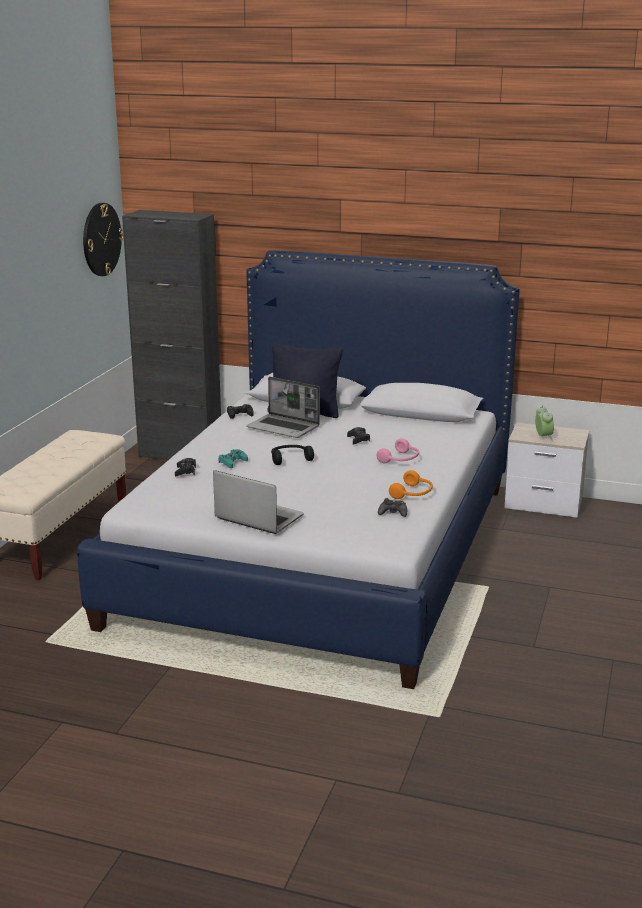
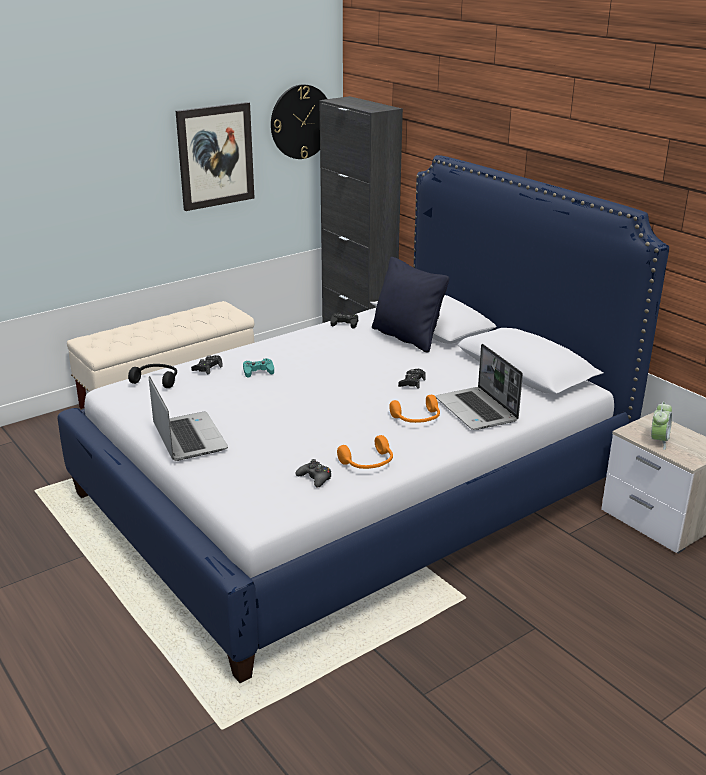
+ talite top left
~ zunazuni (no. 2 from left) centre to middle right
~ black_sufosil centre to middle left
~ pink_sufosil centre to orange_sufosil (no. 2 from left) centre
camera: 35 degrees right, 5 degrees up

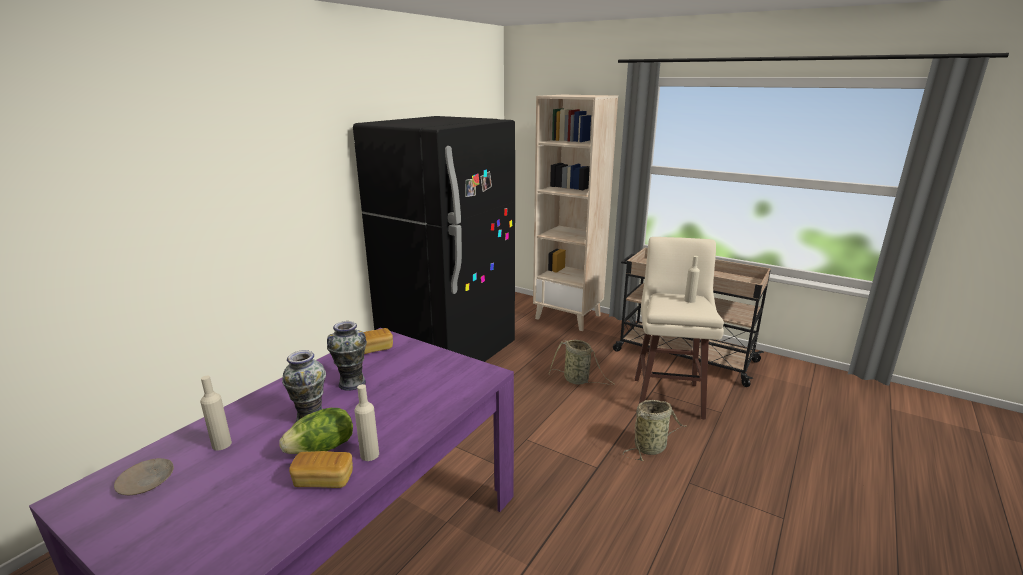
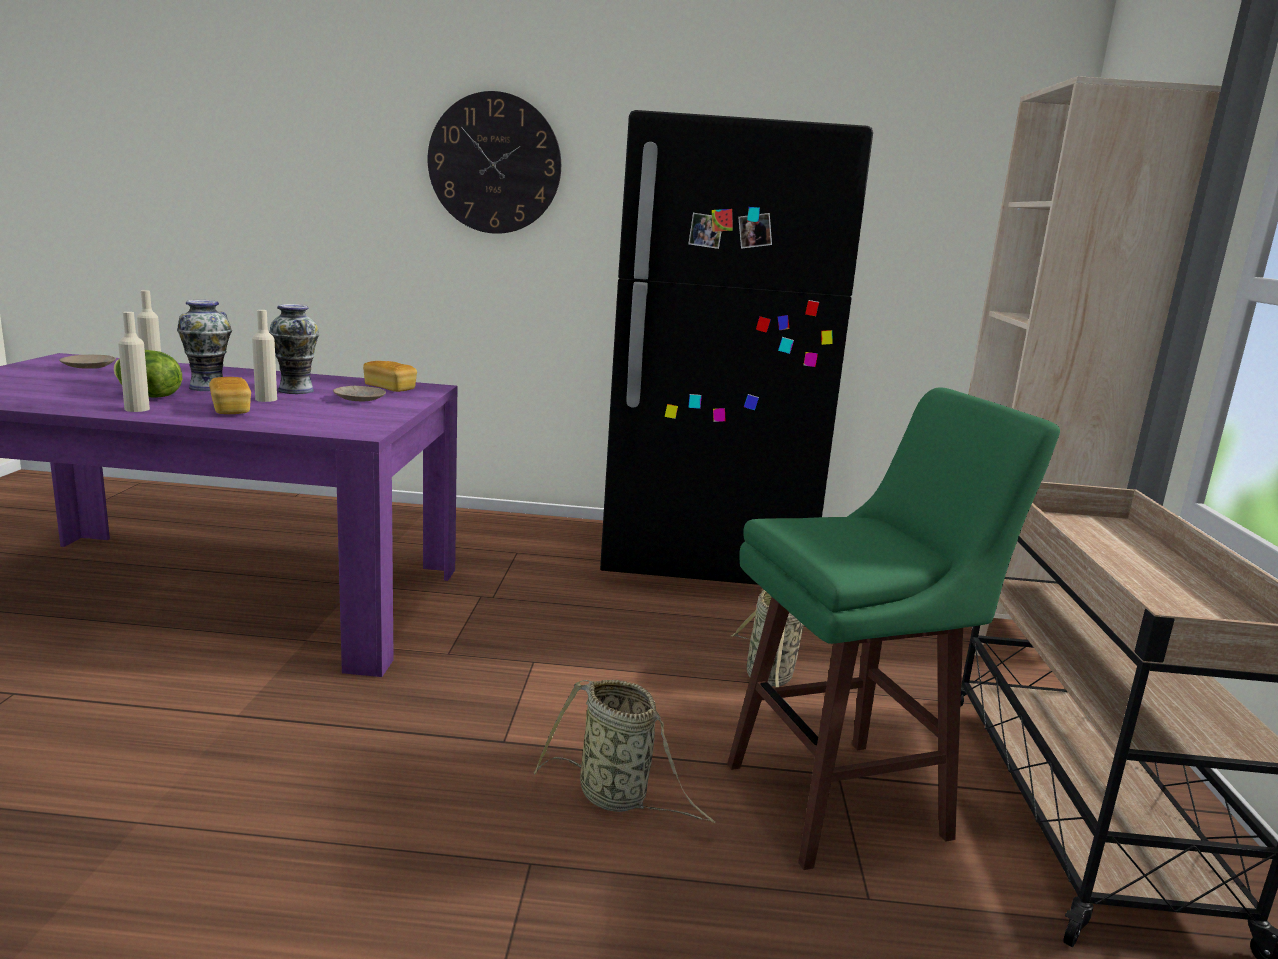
+ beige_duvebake (no. 2 from left) middle left
+ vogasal top centre
~ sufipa (no. 1 from left) bottom left to middle left
~ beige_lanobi (no. 3 from left) middle right to middle left
~ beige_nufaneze centre to green_nufaneze middle right
camera: 60 degrees right, 5 degrees down

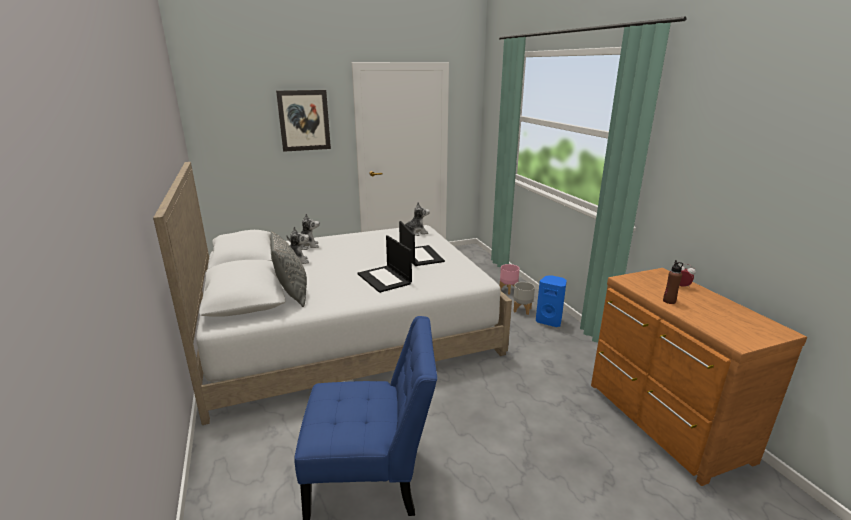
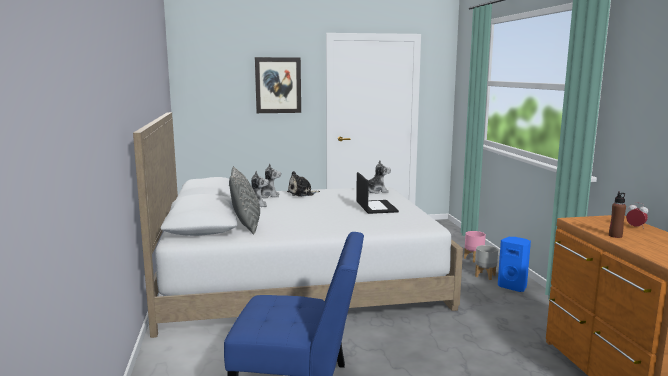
- zunazuni (no. 1 from left) centre
+ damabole (no. 3 from left) centre
camera: 10 degrees right, 10 degrees down

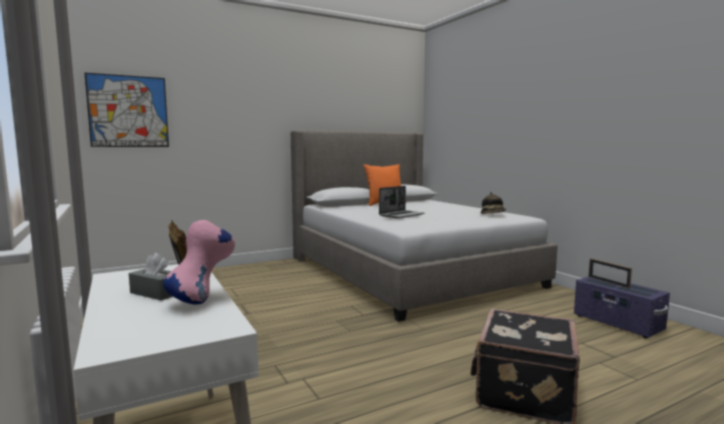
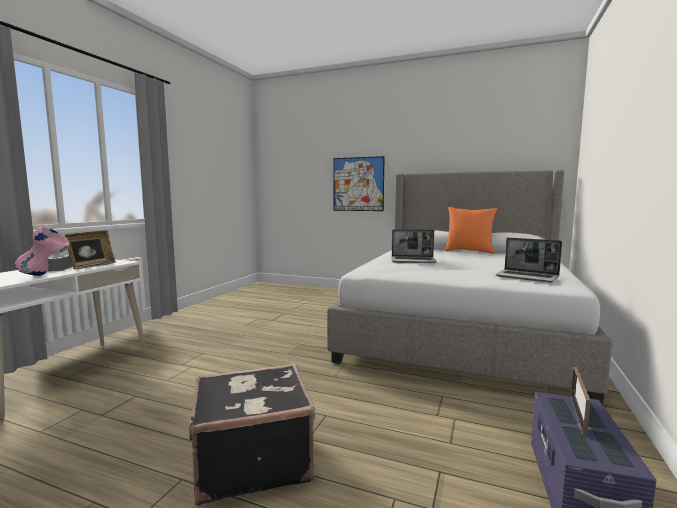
~ talite top left to centre
~ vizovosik middle right to zunazuni (no. 2 from left) middle right
camera: 50 degrees right, 0 degrees up

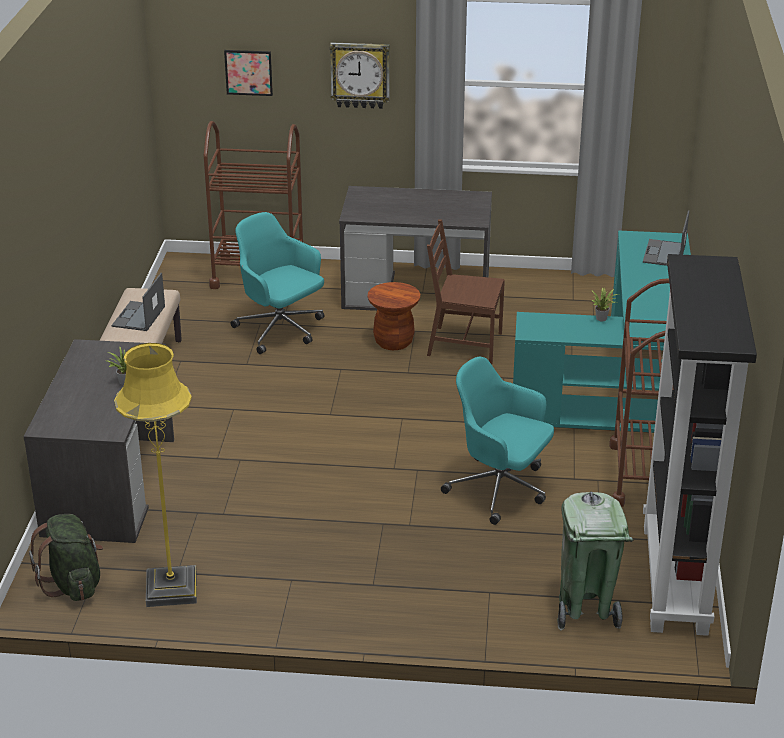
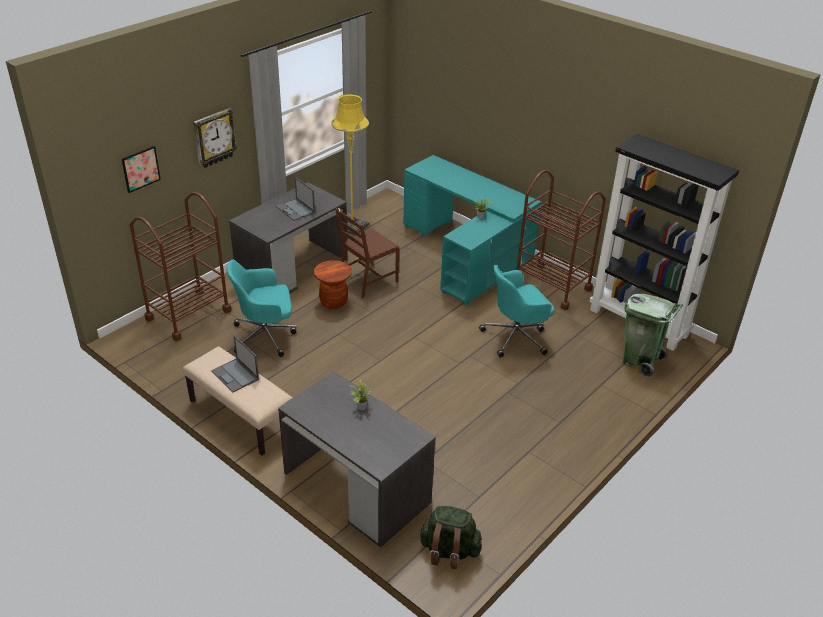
~ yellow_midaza middle left to top centre
~ zunazuni (no. 2 from left) top right to top centre
camera: 55 degrees left, 5 degrees up

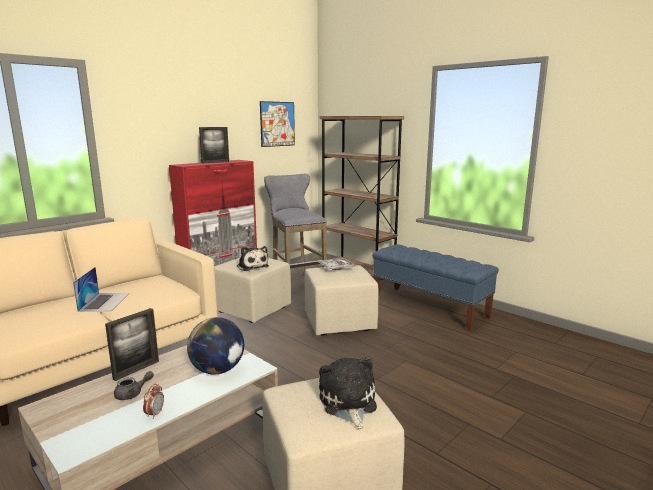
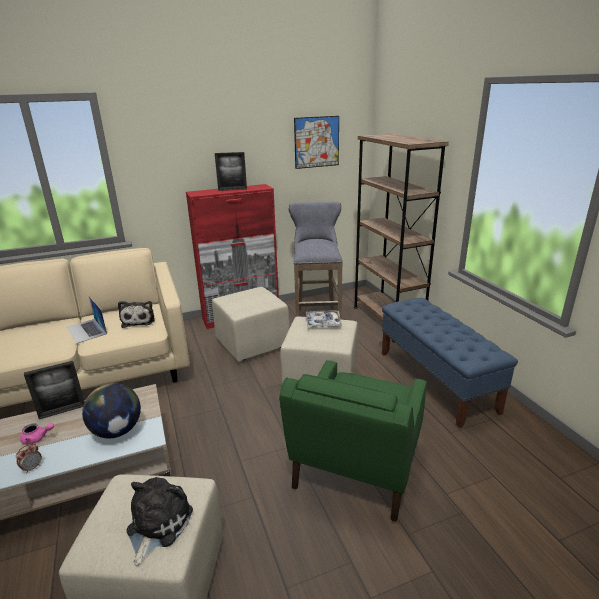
+ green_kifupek bottom centre
~ damabole (no. 1 from left) centre to middle left
~ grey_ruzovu bottom left to pink_ruzovu bottom left
~ zunazuni middle left = middle left 120 degrees clockwise
camera: 25 degrees right, 10 degrees up

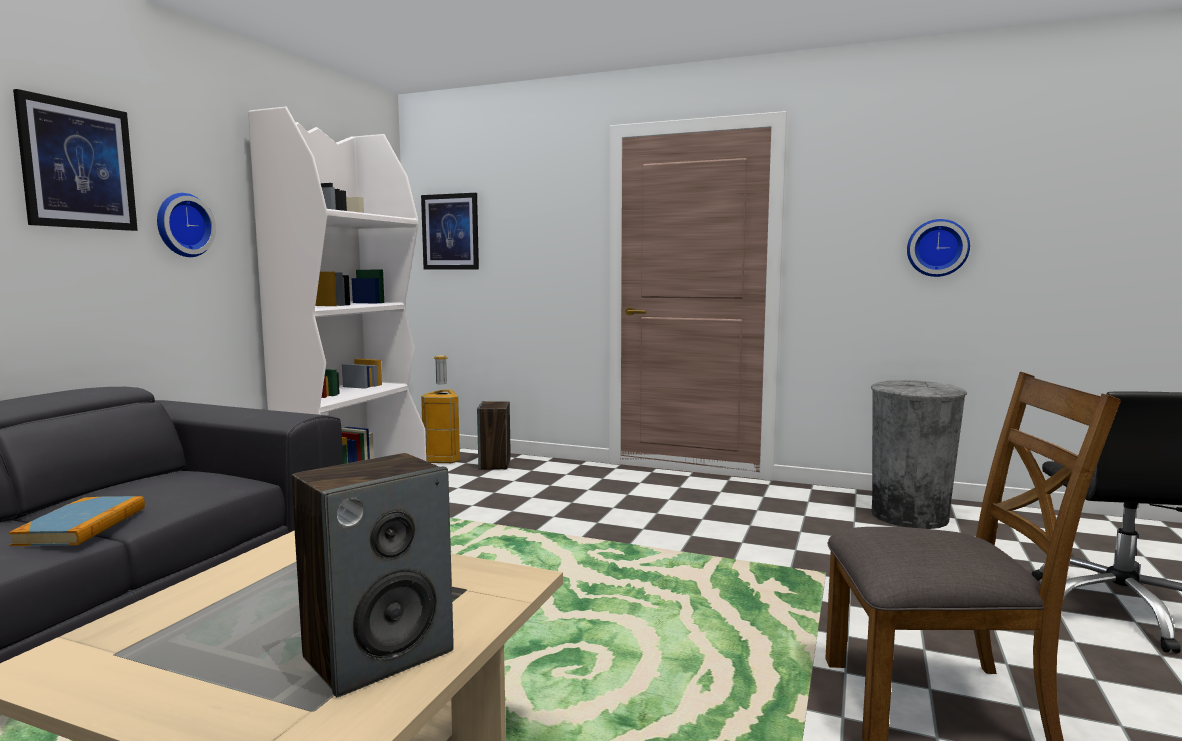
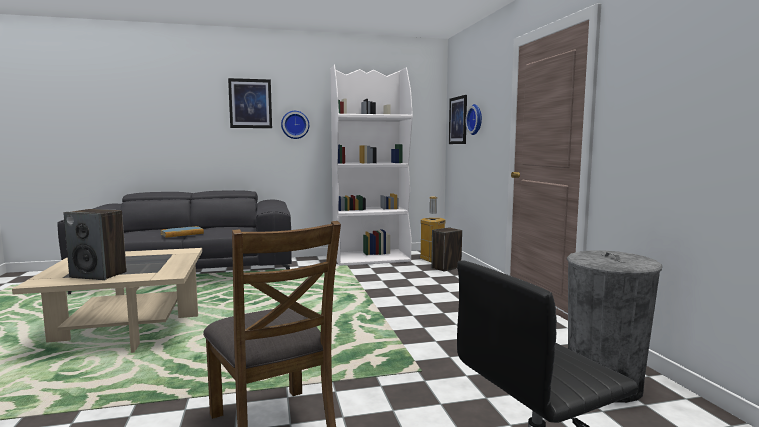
~ vogasal (no. 2 from left) middle right to top centre
camera: 55 degrees right, 0 degrees up

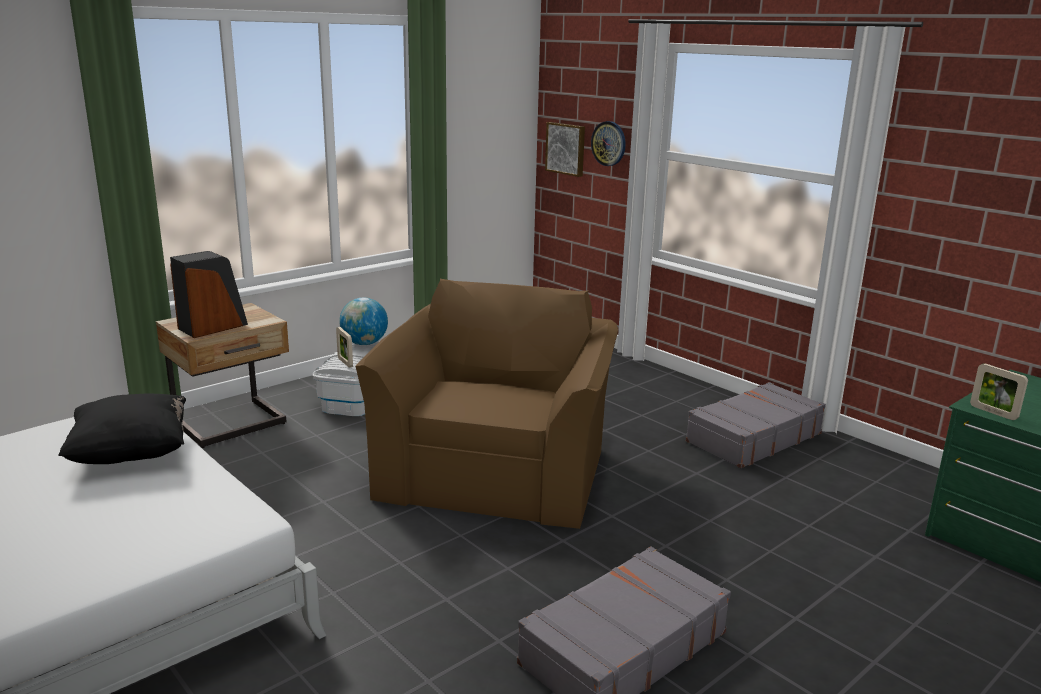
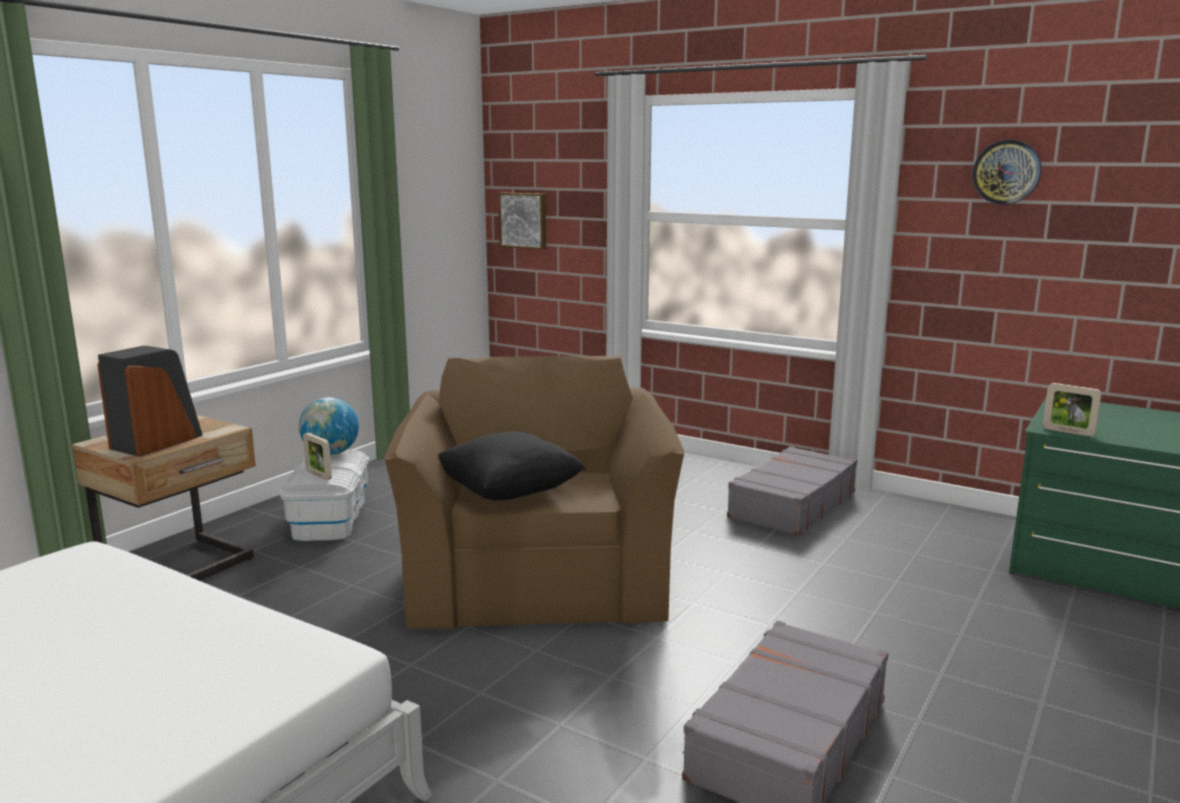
~ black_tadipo middle left to centre
~ vogasal top centre to top right
camera: 15 degrees left, 5 degrees down

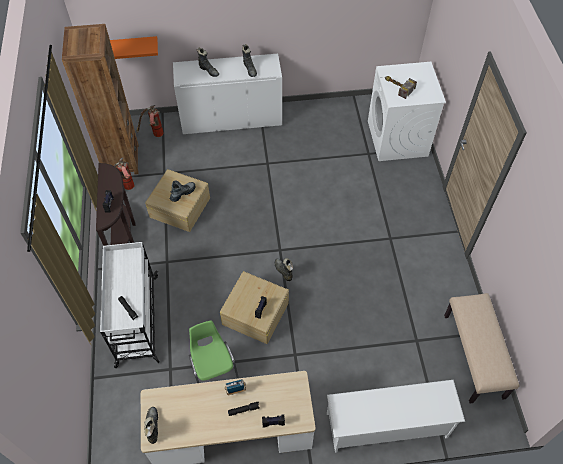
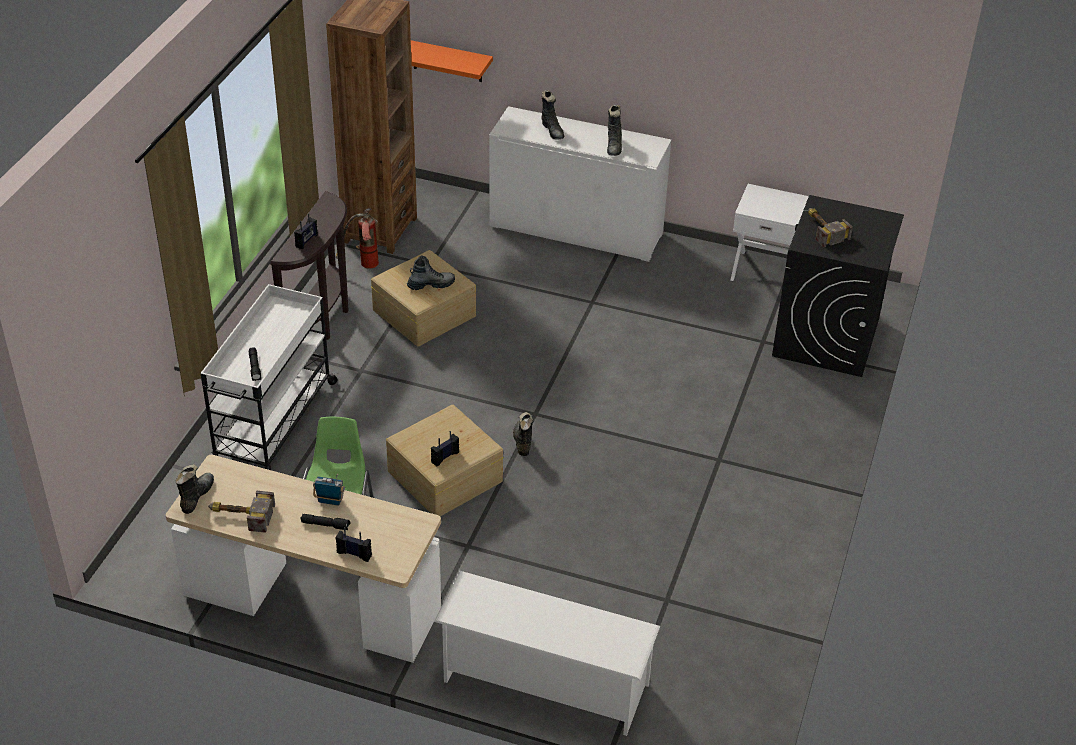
- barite (no. 2 from left) top left
- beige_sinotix bottom right
+ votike (no. 1 from left) bottom left
+ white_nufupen top right
~ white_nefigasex top right to black_nefigasex middle right
camera: 25 degrees right, 15 degrees down

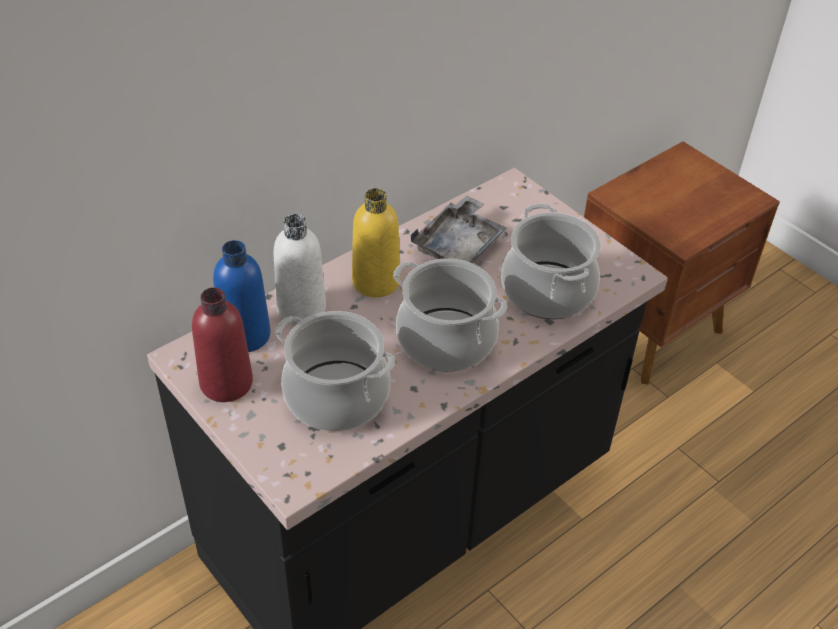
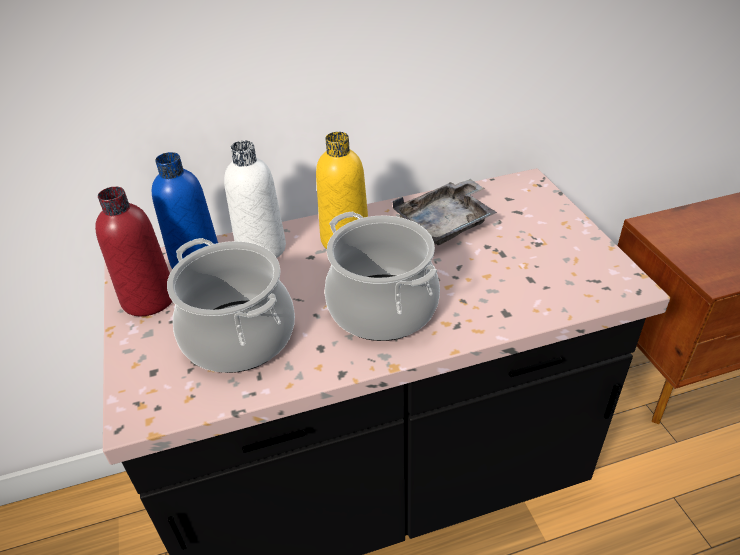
- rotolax (no. 3 from left) centre
camera: 25 degrees right, 5 degrees down

